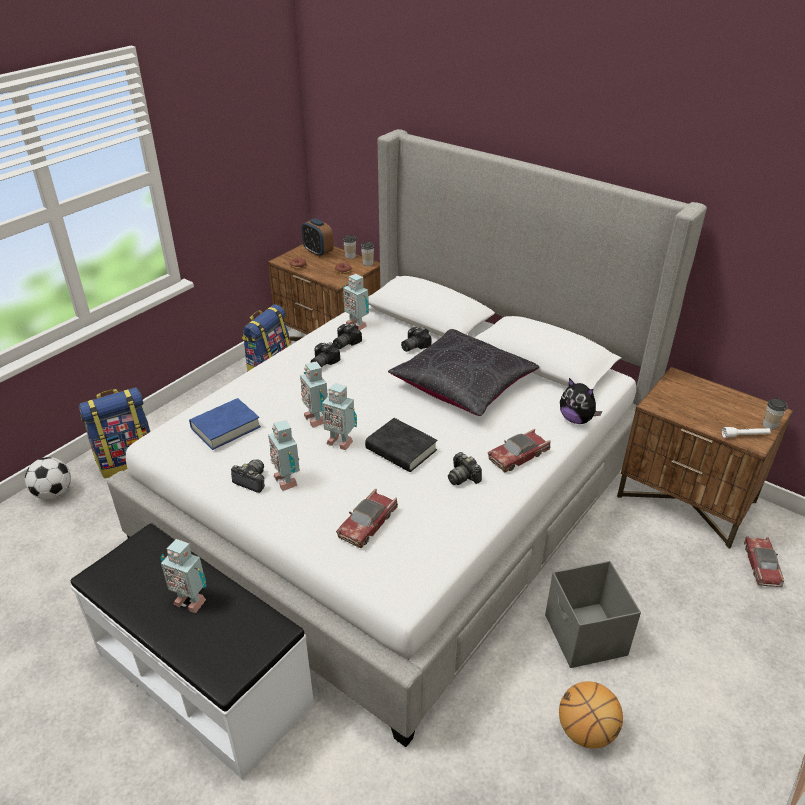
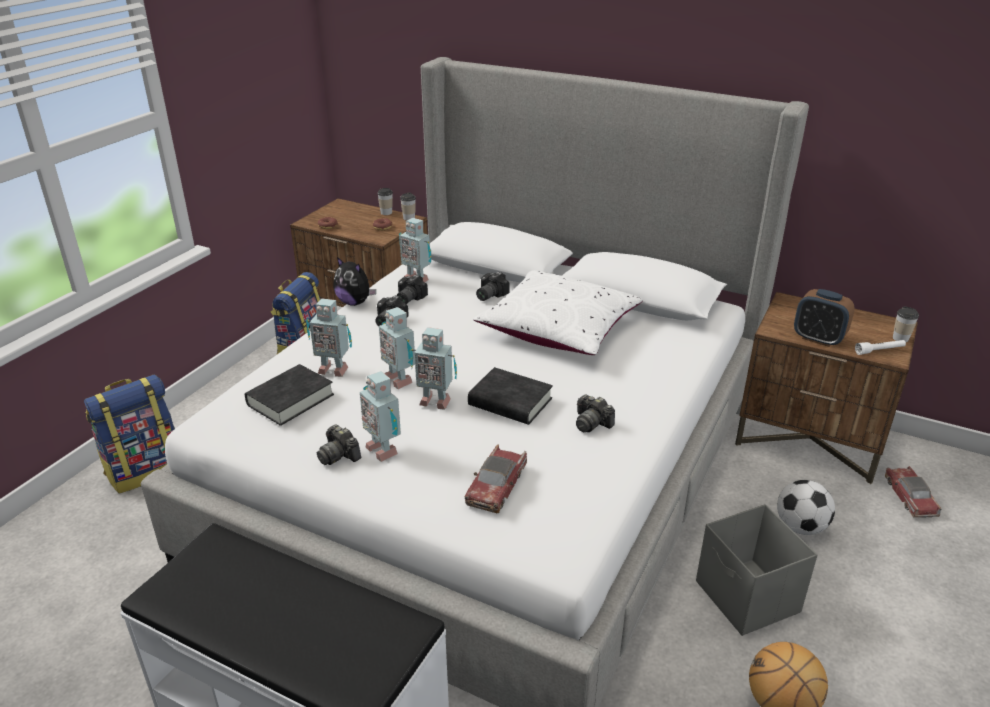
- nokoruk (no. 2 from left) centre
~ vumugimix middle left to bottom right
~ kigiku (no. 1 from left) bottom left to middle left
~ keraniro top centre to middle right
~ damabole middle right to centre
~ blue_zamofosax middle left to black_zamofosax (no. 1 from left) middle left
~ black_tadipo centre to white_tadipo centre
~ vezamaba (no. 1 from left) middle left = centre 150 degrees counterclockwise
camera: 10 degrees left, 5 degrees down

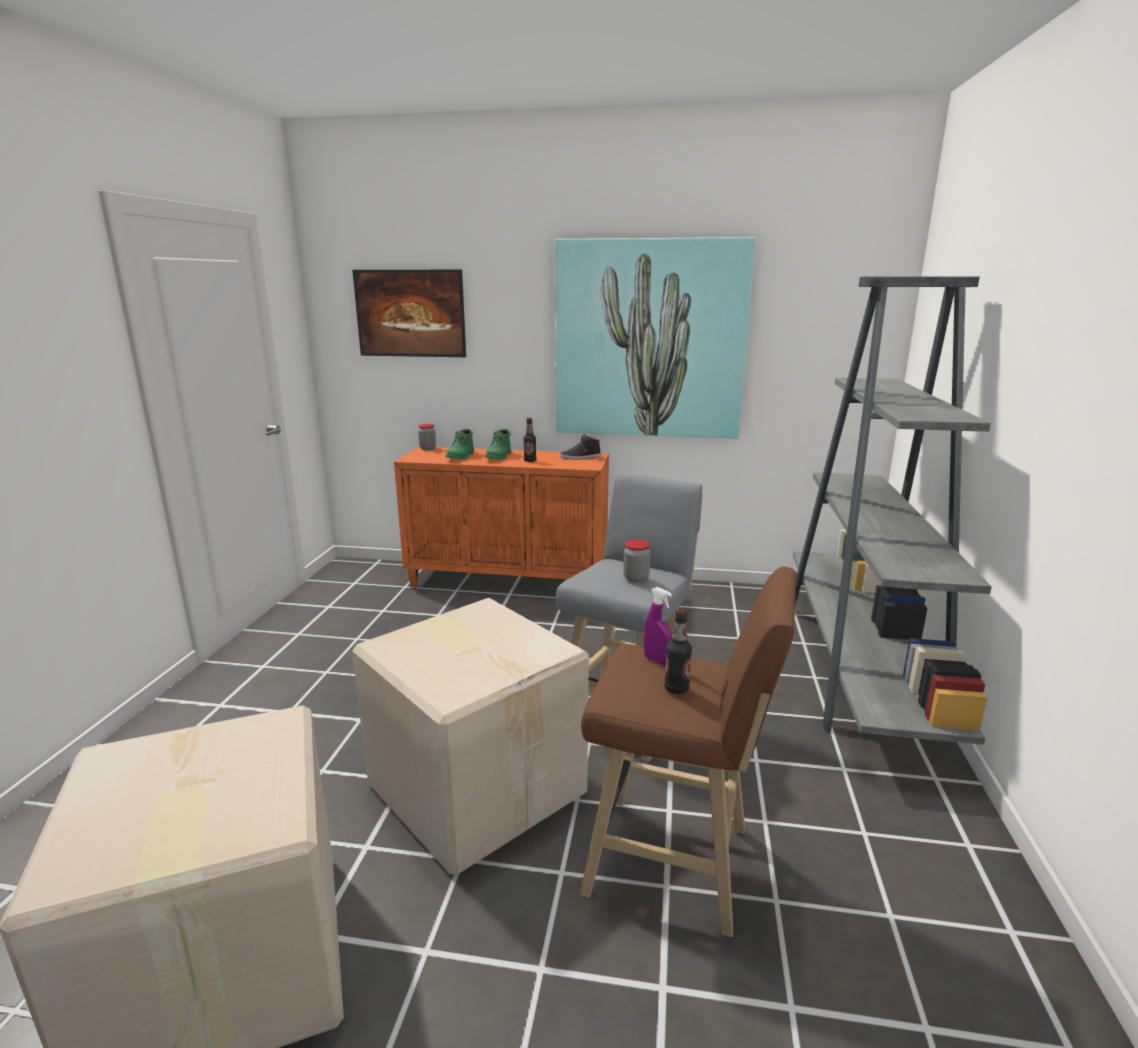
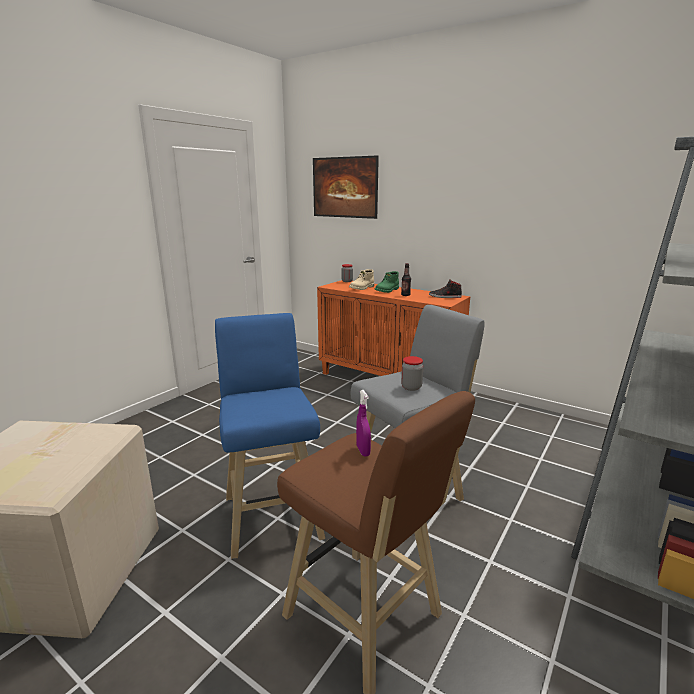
- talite (no. 2 from left) top centre
- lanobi (no. 2 from left) centre
~ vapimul (no. 2 from left) bottom centre to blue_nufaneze centre
~ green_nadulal (no. 1 from left) centre to beige_nadulal centre
camera: 25 degrees right, 0 degrees up

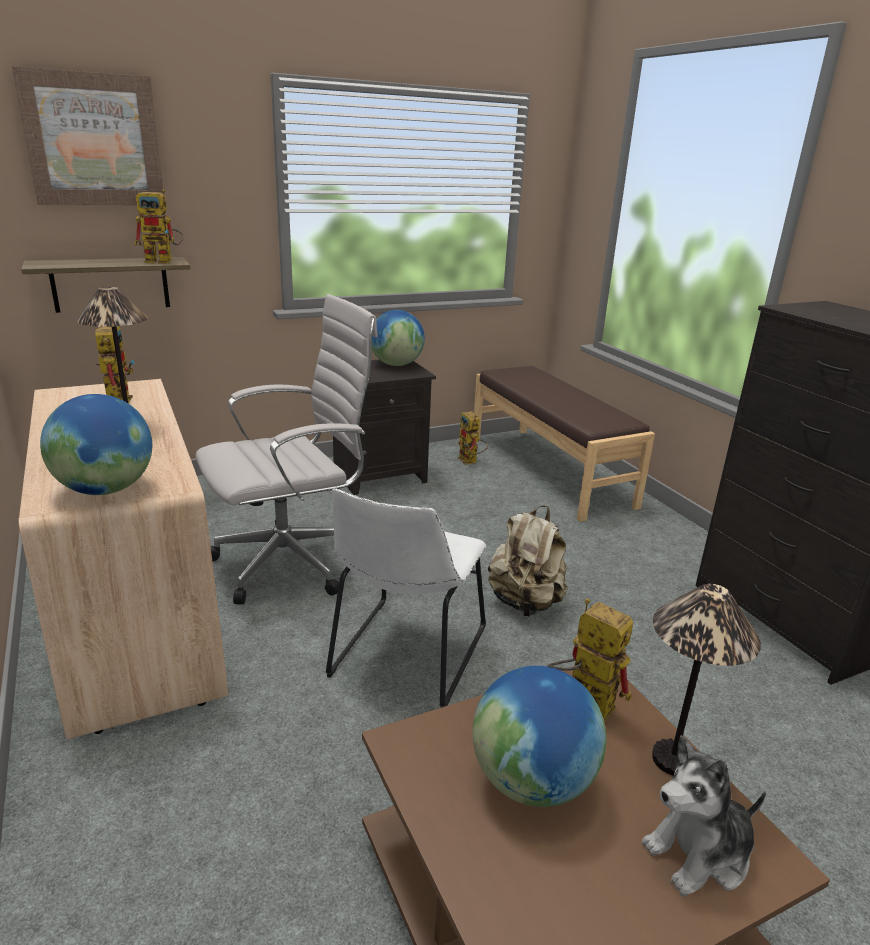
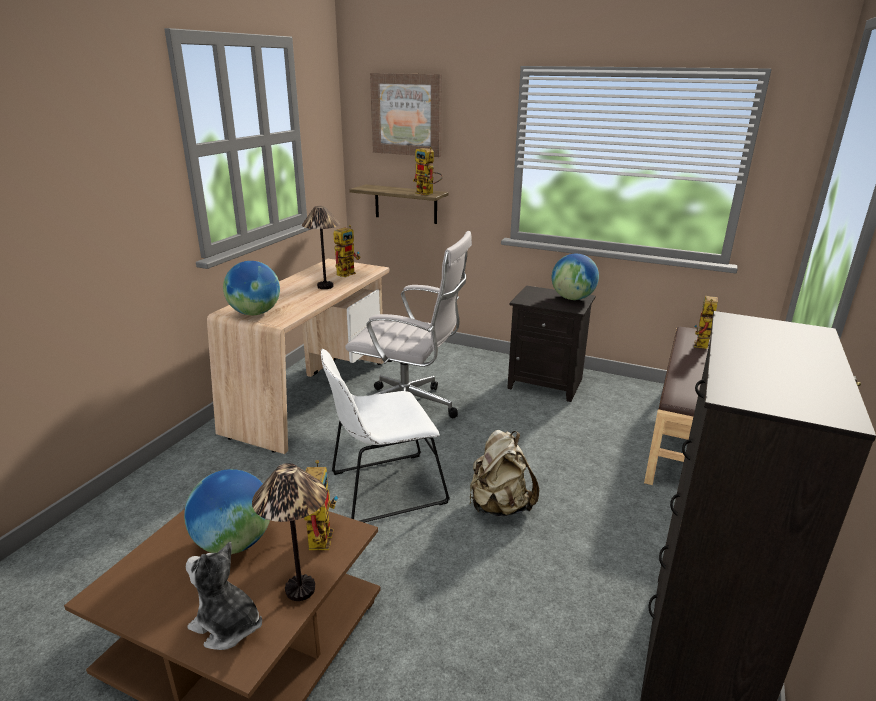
~ kigiku (no. 3 from left in the first image) centre to kigiku (no. 4 from left) middle right
camera: 50 degrees right, 0 degrees up

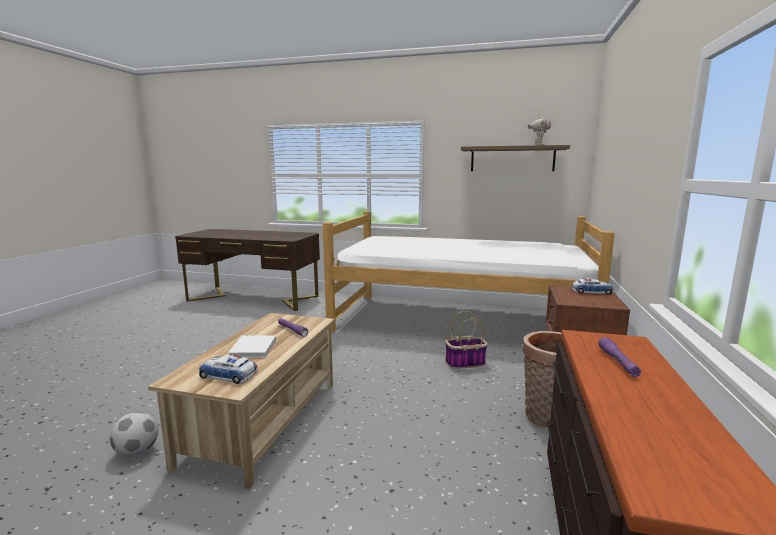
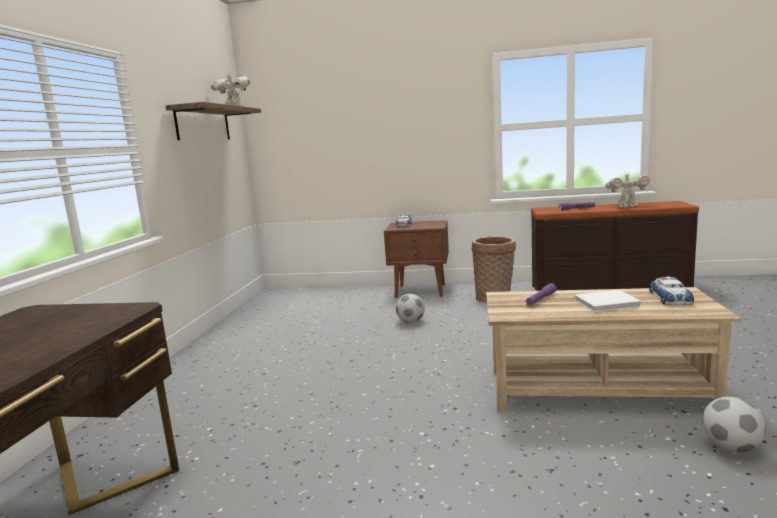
- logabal centre
+ kigiku (no. 2 from left) middle right
~ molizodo (no. 1 from left) centre to vumugimix (no. 1 from left) centre
camera: 95 degrees left, 0 degrees up

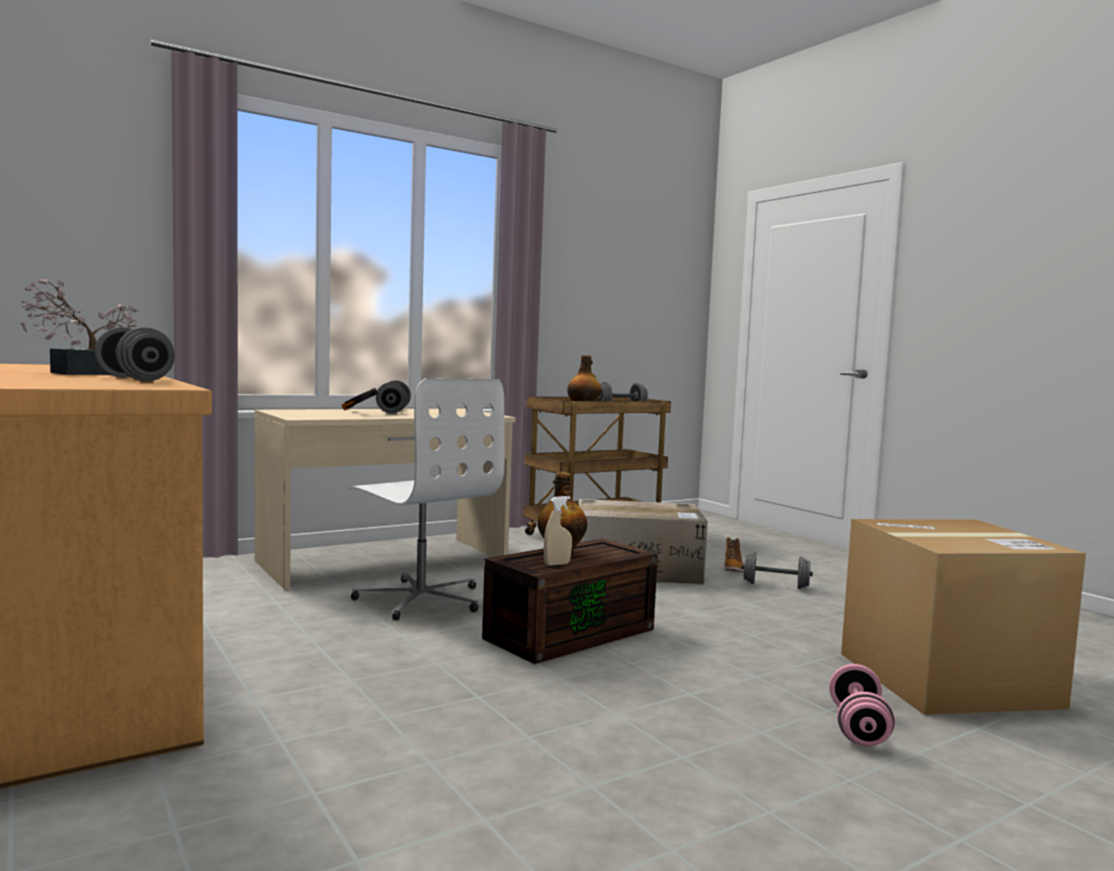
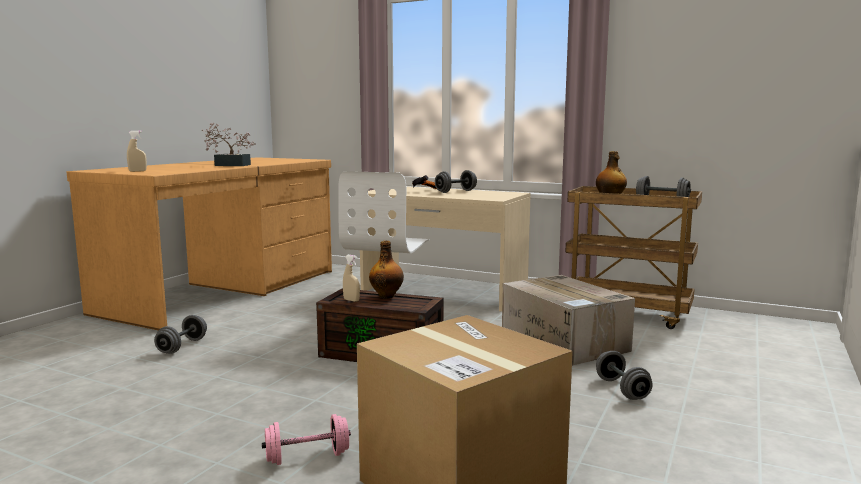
- nadulal centre
+ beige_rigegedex (no. 1 from left) top left
~ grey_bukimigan (no. 1 from left) middle left to bottom left
camera: 60 degrees right, 5 degrees up

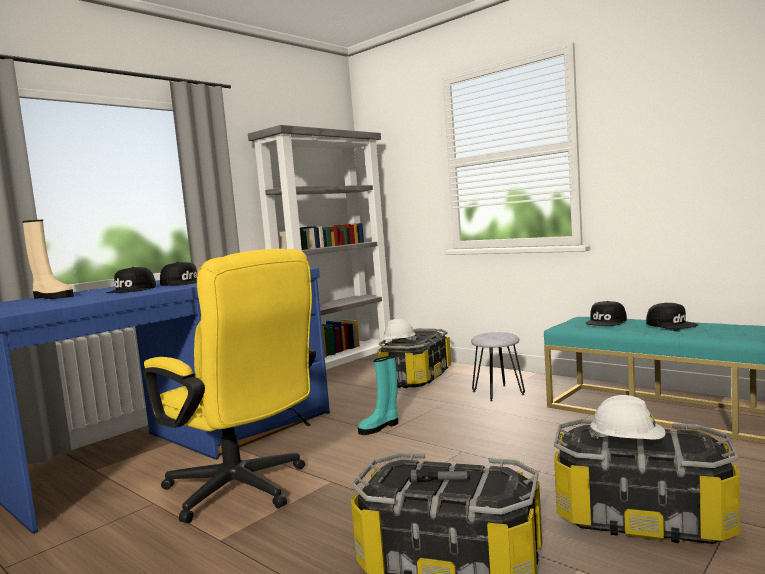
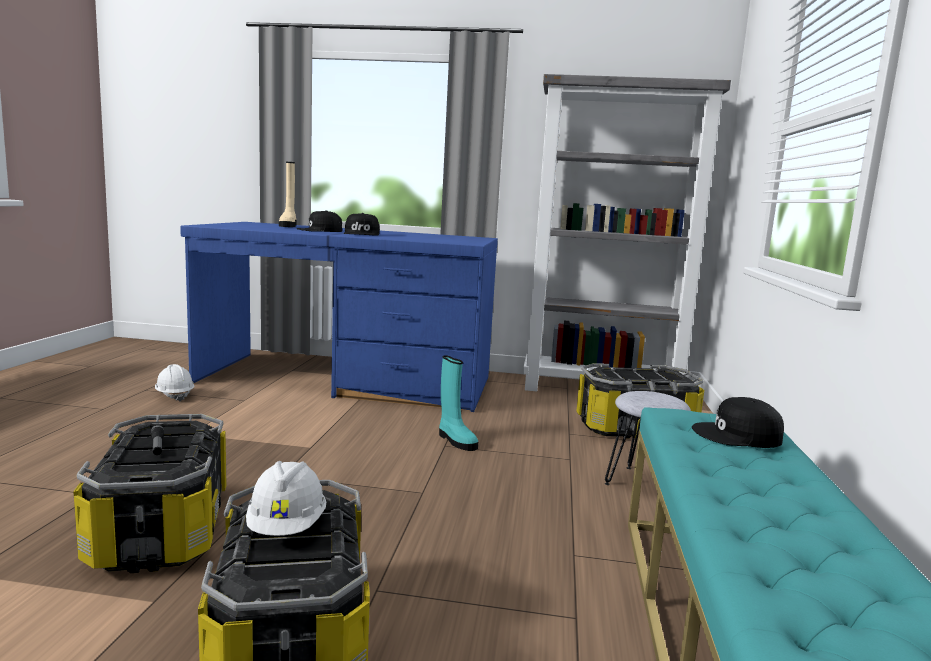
- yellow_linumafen bottom left
- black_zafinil (no. 4 from left) middle right
~ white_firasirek (no. 1 from left) centre to middle left
~ turquoise_nadulal bottom centre = centre 150 degrees counterclockwise
camera: 55 degrees right, 5 degrees up

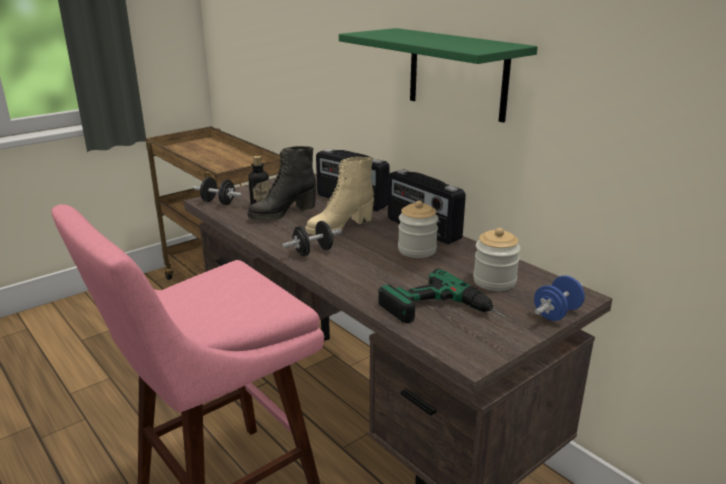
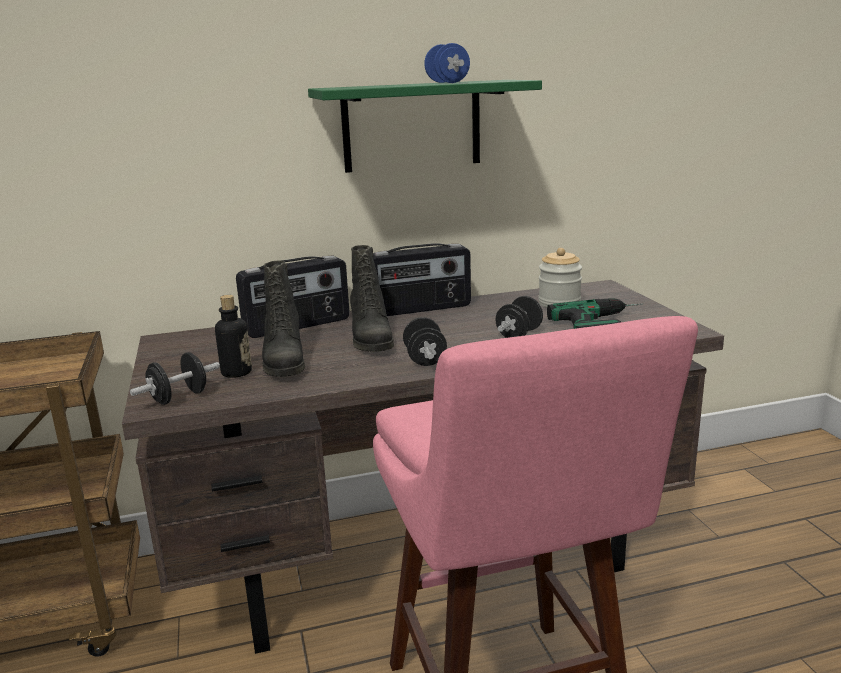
- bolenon (no. 1 from left) centre
+ black_bukimigan (no. 3 from left) centre
~ blue_bukimigan middle right to top centre
~ beige_nadulal centre to black_nadulal (no. 2 from left) centre
camera: 65 degrees left, 5 degrees down

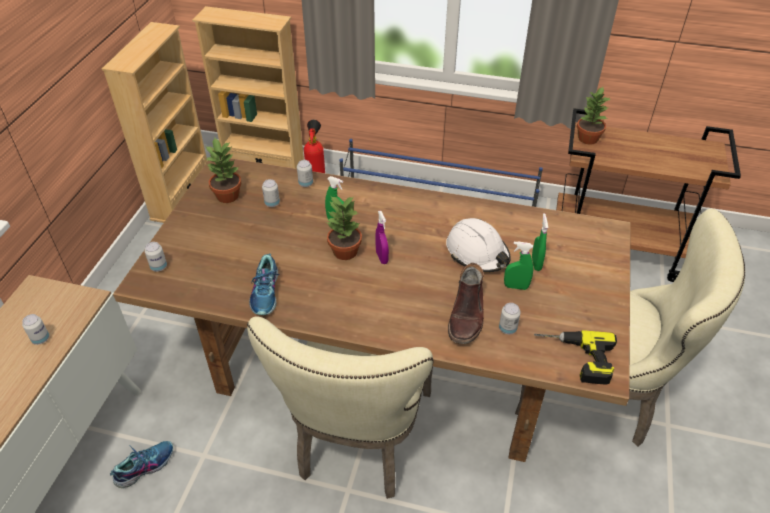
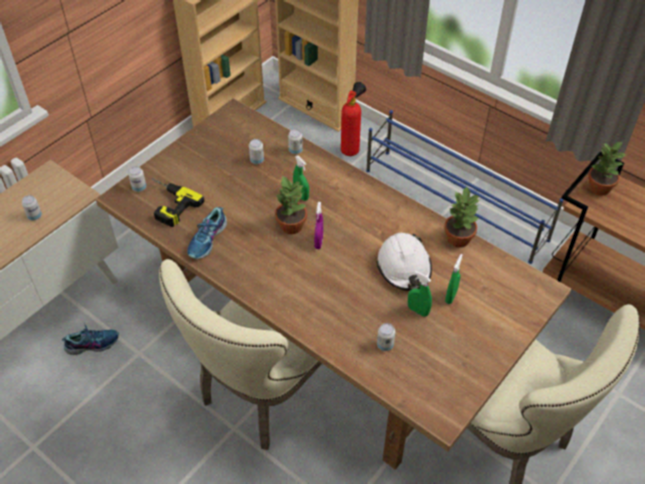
- brown_nadulal centre
~ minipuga (no. 1 from left in the first image) top left to minipuga (no. 2 from left) middle right
~ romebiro bottom right to middle left
camera: 25 degrees right, 5 degrees up

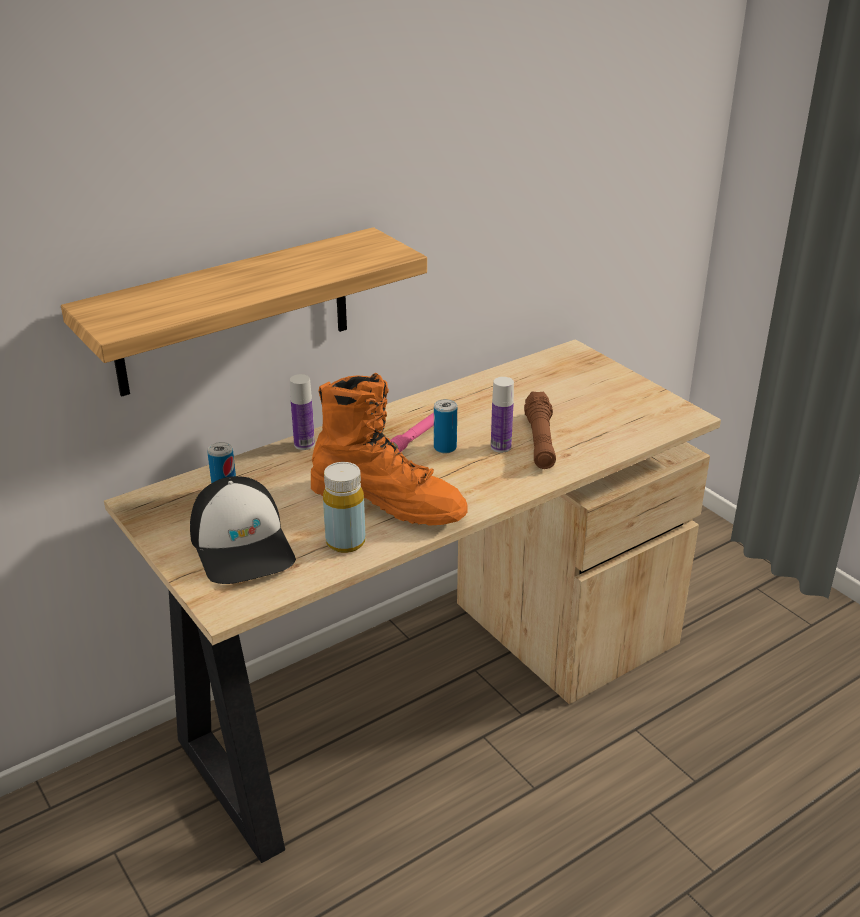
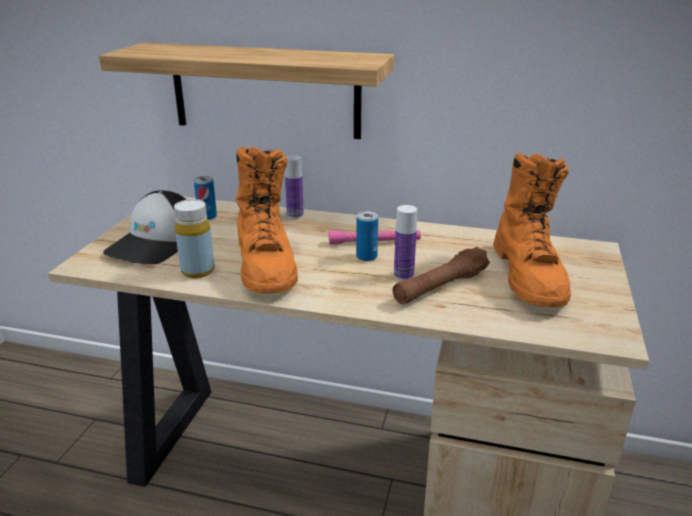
+ orange_nadulal (no. 2 from left) middle right
camera: 50 degrees right, 5 degrees down

